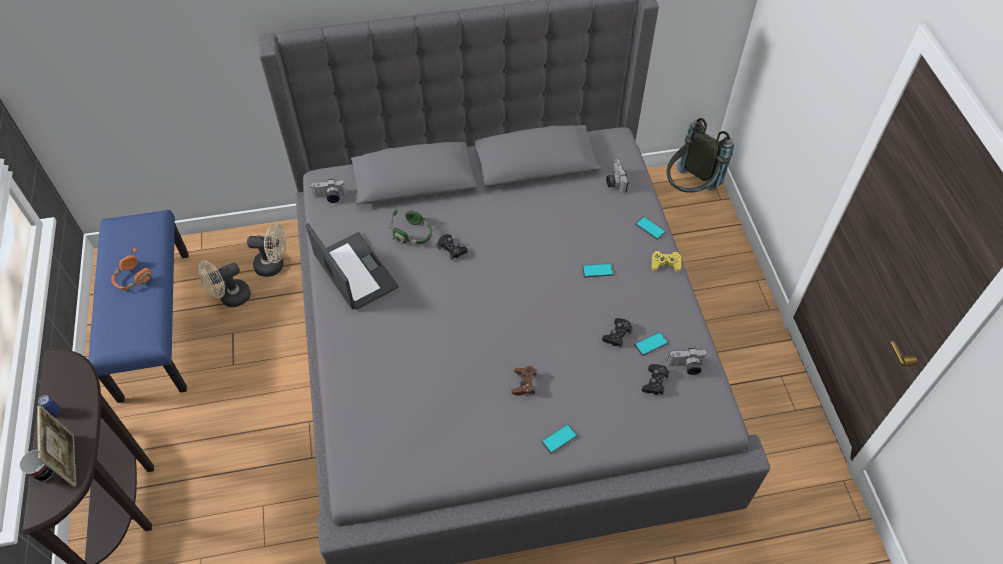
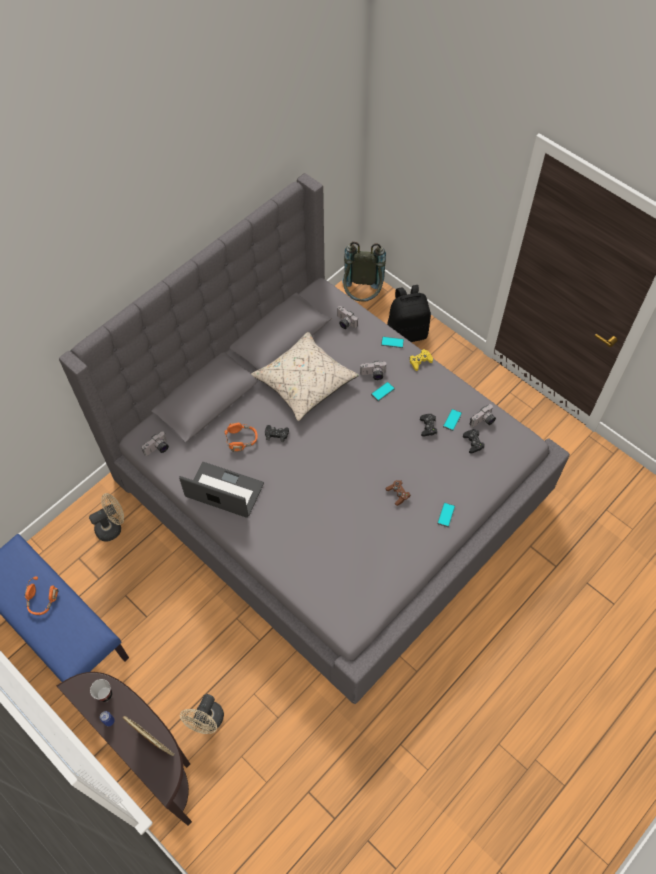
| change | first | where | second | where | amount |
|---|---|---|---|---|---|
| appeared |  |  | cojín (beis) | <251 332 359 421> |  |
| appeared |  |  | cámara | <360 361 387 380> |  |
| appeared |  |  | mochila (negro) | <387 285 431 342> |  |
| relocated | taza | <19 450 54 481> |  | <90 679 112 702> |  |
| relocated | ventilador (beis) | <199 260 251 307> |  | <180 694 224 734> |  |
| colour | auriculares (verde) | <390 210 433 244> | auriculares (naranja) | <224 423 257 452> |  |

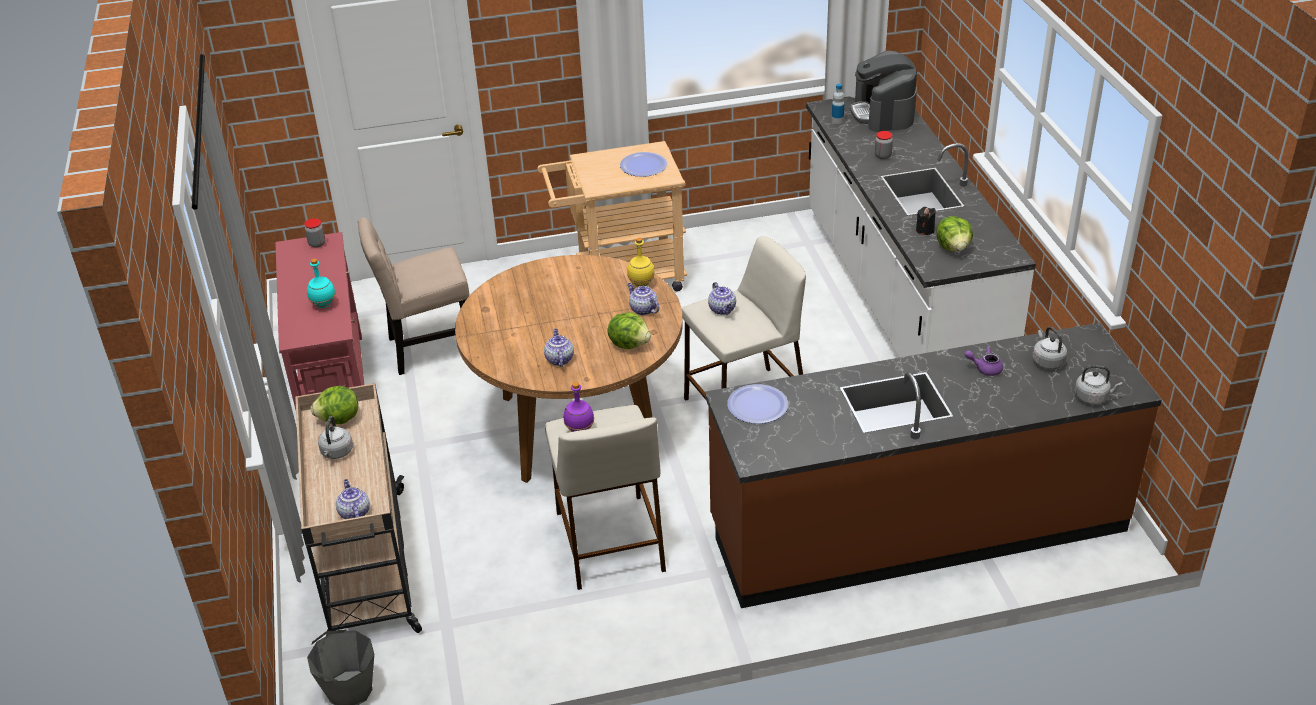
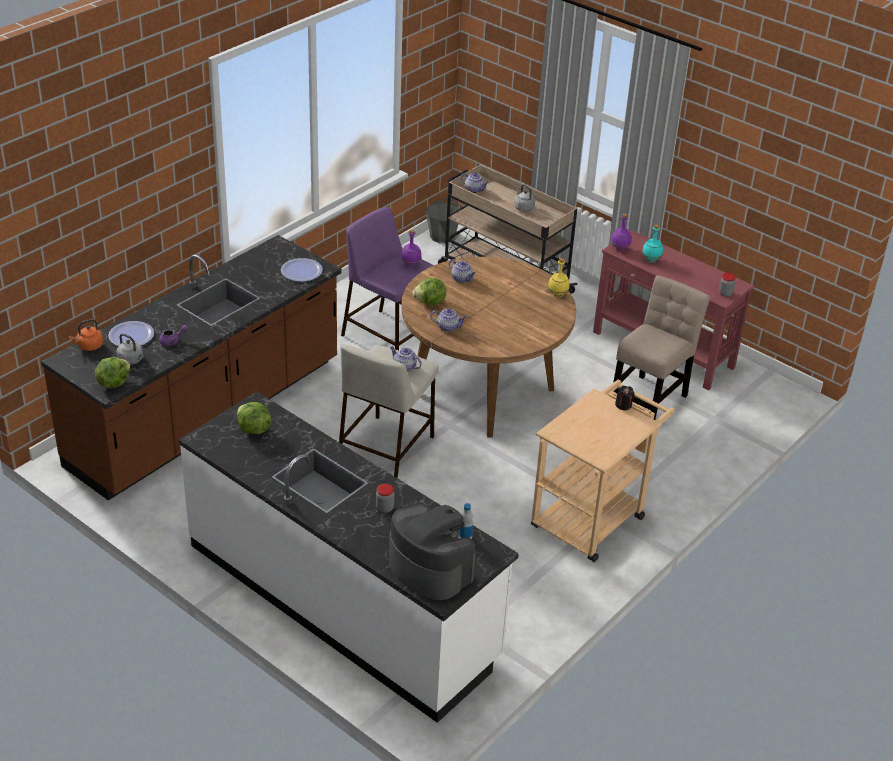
| change | first | where | second | where | amount |
|---|---|---|---|---|---|
| appeared |  |  | botella (morado) | <611 214 632 251> |  |
| relocated | lechuga | <311 386 358 424> |  | <95 357 130 388> |  |
| relocated | plato | <620 152 667 177> |  | <108 321 154 346> |  |
| relocated | botella (amarillo) | <627 238 655 287> |  | <548 258 570 297> |  |
| relocated | vela (negro) | <916 207 936 235> |  | <615 386 635 410> |  |
| colour | taburete (beis) | <545 405 666 590> | taburete (morado) | <341 207 434 350> |  |
| colour | hervidor (gris) | <1075 365 1122 405> | hervidor (naranja) | <69 319 103 351> |  |

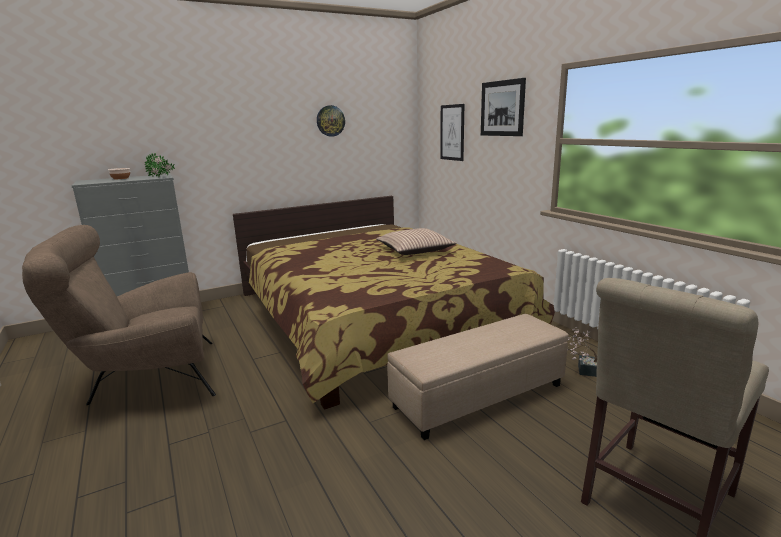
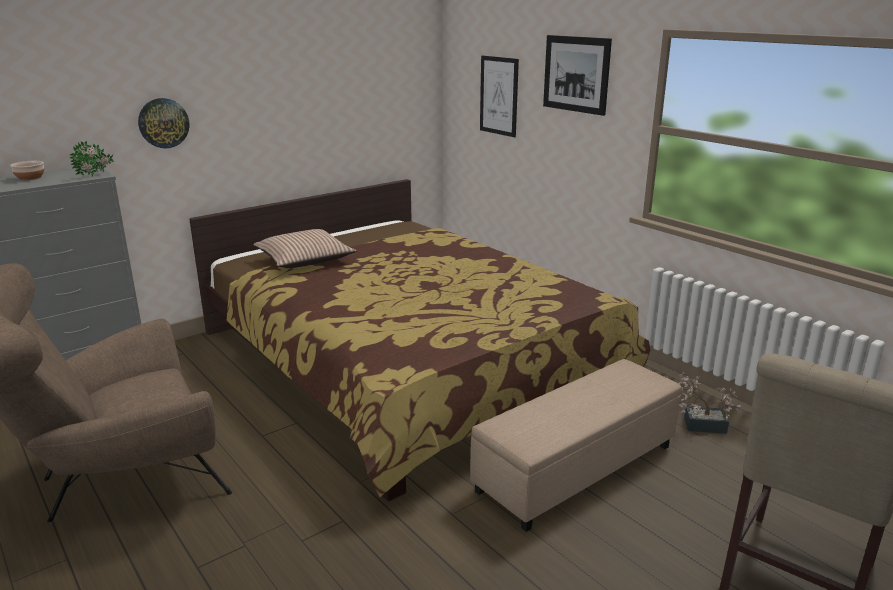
| change | first | where | second | where | amount |
|---|---|---|---|---|---|
| relocated | reloj de pared | <317 105 345 137> |  | <138 98 189 148> |  |
| relocated | cojín | <376 228 457 255> |  | <253 229 356 268> |  |

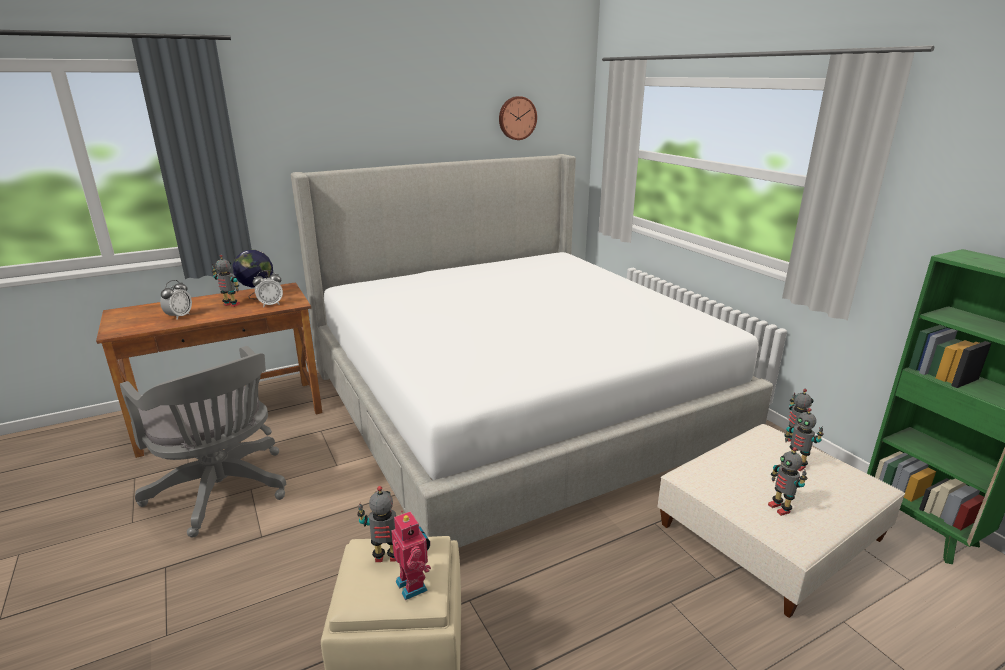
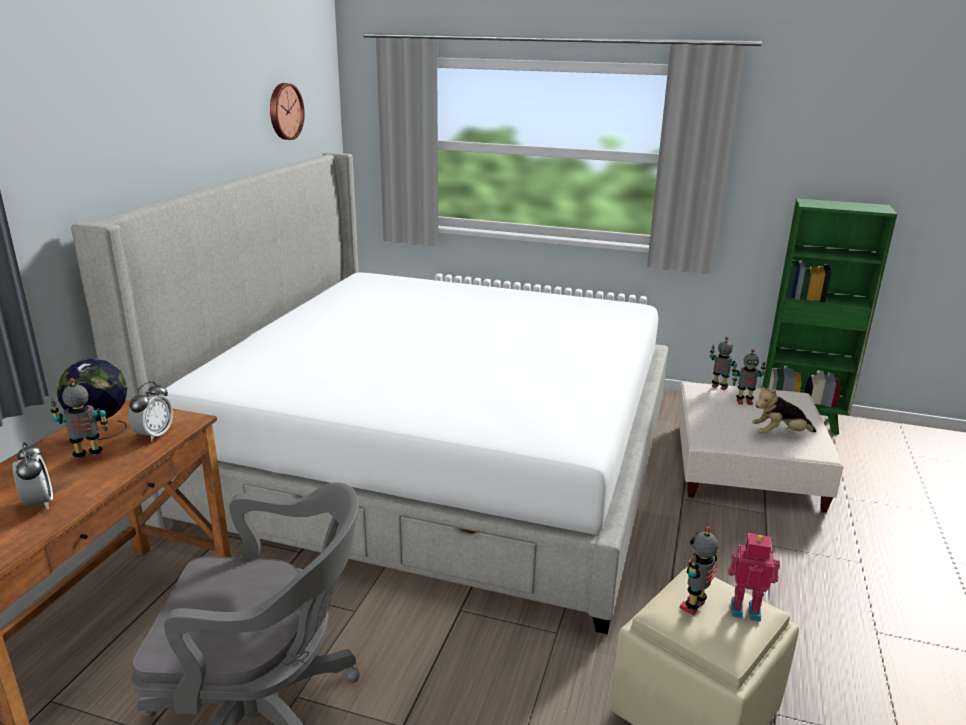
| change | first | where | second | where | amount |
|---|---|---|---|---|---|
| exchanged | robot de juguete | <768 447 807 516> | peluche | <752 385 816 434> |  |

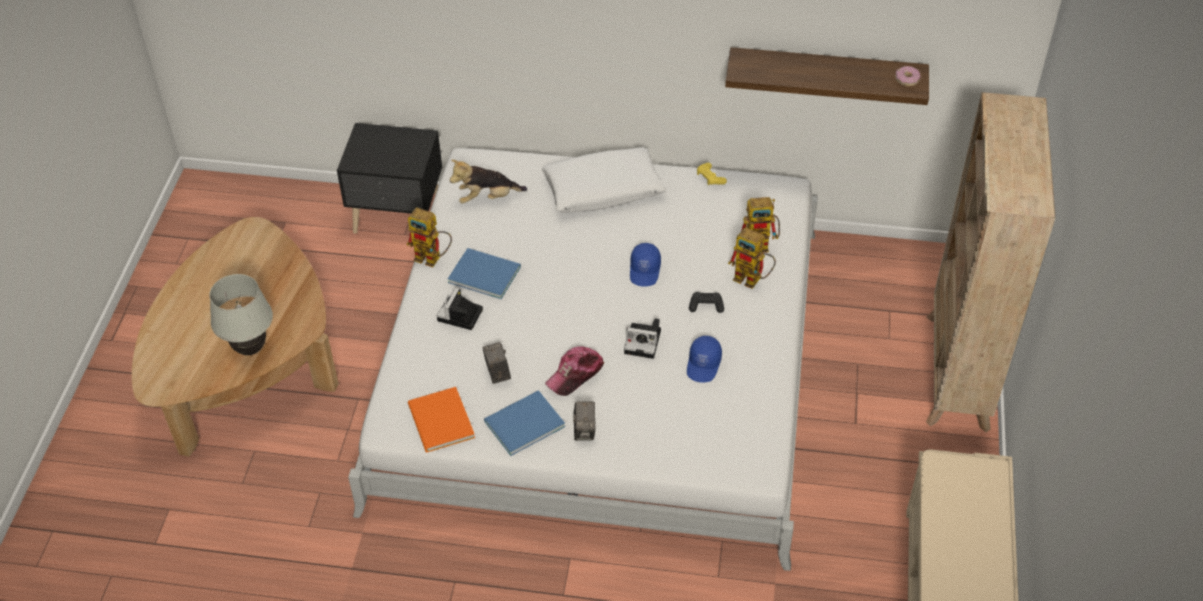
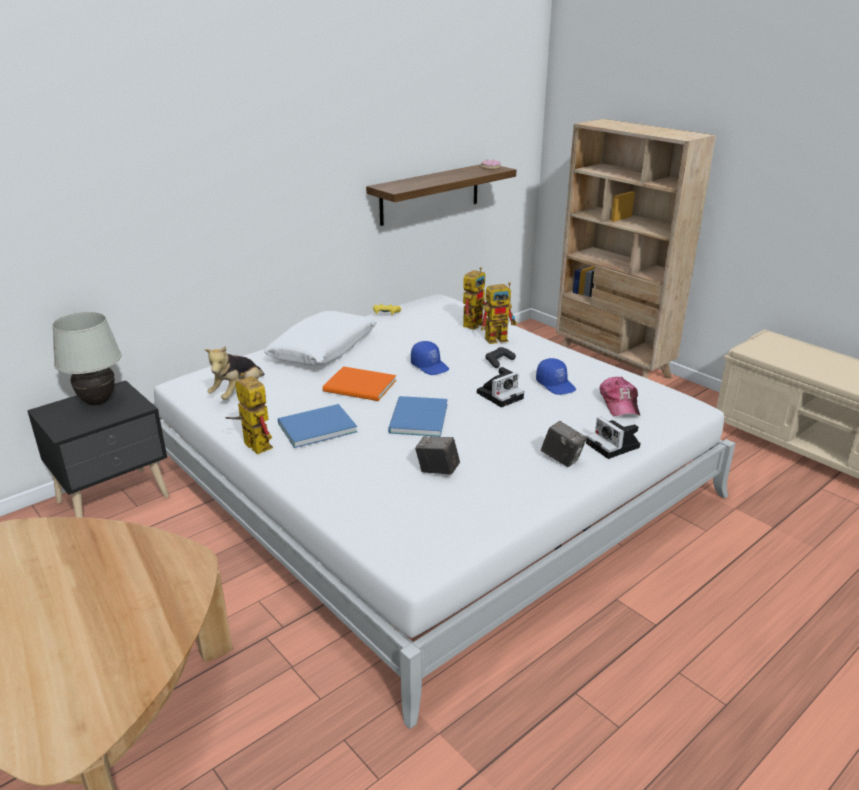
| change | first | where | second | where | amount |
|---|---|---|---|---|---|
| relocated | lámpara de mesa (blanco) | <209 274 273 355> |  | <52 312 122 405> |  |
| relocated | libro (naranja) | <408 387 475 452> |  | <323 366 396 401> |  |
| relocated | cámara | <437 287 483 330> |  | <586 417 640 459> |  |
| relocated | libro (azul) | <484 390 565 456> |  | <388 396 448 437> |  |
| relocated | gorra | <545 346 604 396> |  | <600 377 640 416> |  |
| spun | robot de juguete | <407 208 452 267> |  | <225 373 273 455> | 105 degrees counterclockwise |

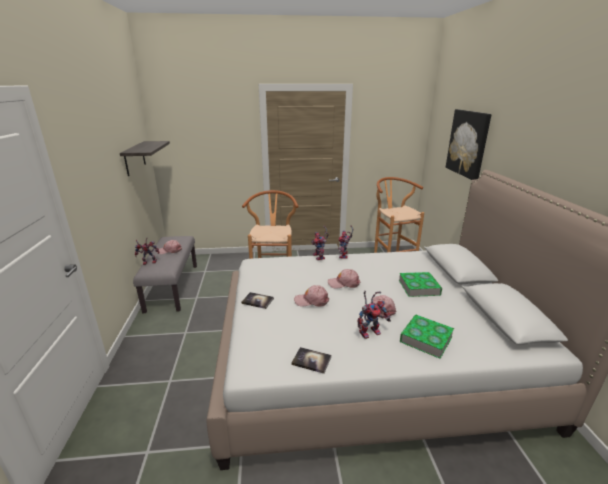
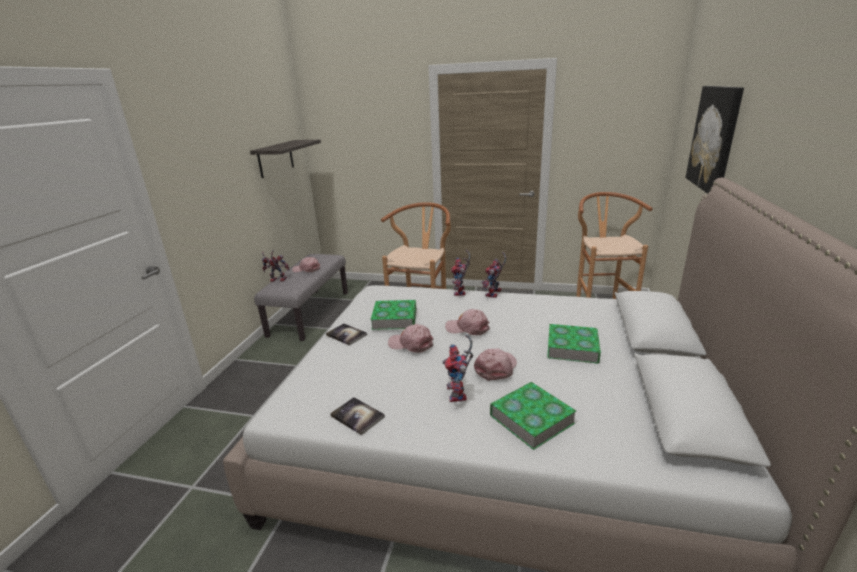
| change | first | where | second | where | amount |
|---|---|---|---|---|---|
| appeared |  |  | libro | <370 300 416 330> |  |
| spun | robot de juguete | <357 291 391 339> |  | <443 334 473 402> | 90 degrees clockwise |

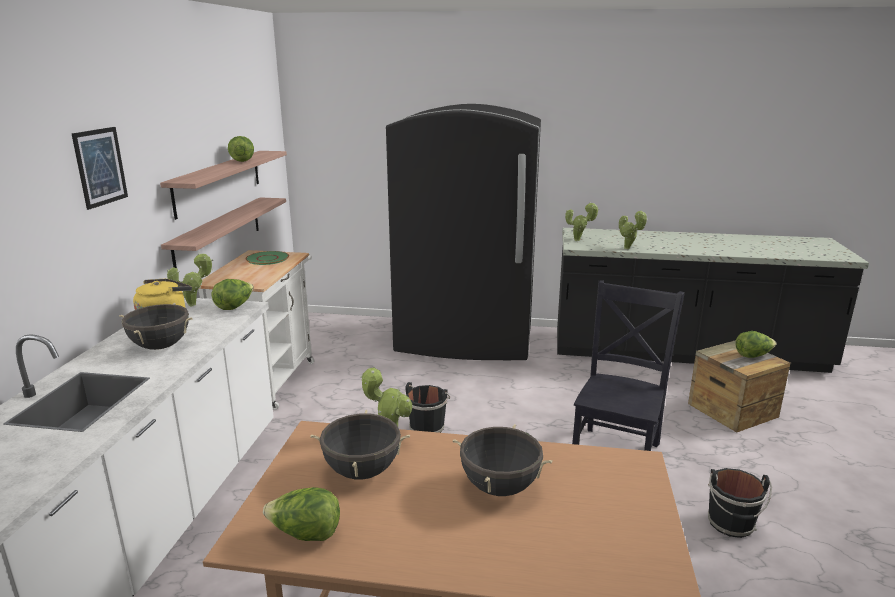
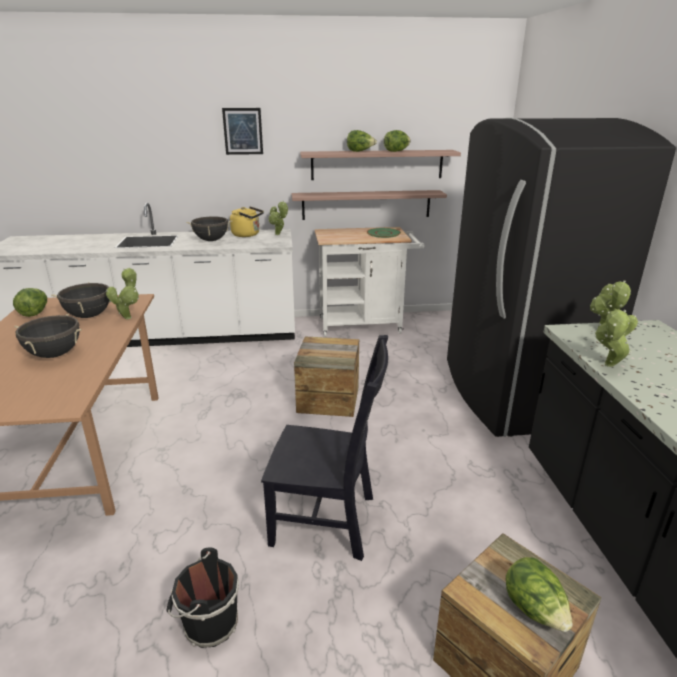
| change | first | where | second | where | amount |
|---|---|---|---|---|---|
| relocated | lechuga | <212 279 254 310> |  | <347 130 377 152> |  |
| exchanged | cubo (negro) | <405 382 450 433> | caja de embalaje | <294 336 359 417> |  |

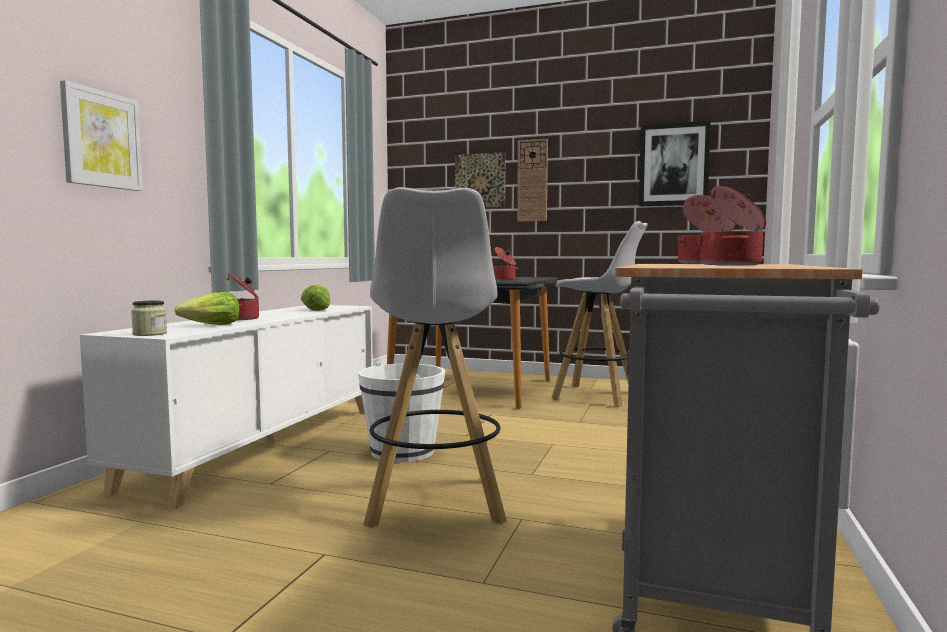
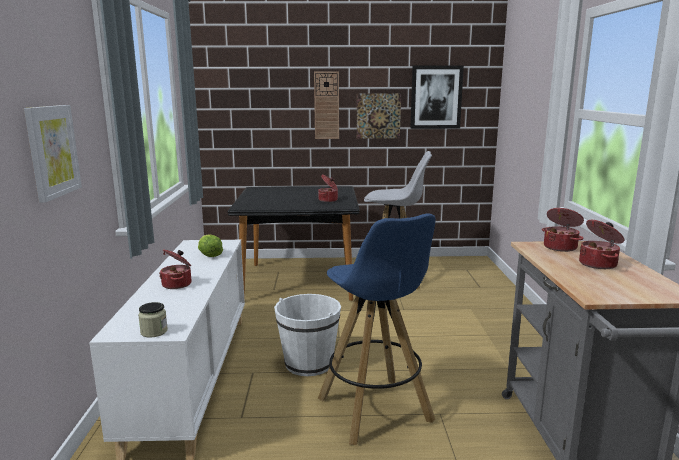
| change | first | where | second | where | amount |
|---|---|---|---|---|---|
| missing | lechuga | <174 292 239 325> |  |  |  |
| relocated | cuadro | <455 152 505 207> |  | <357 93 401 139> |  |
| colour | taburete (blanco) | <363 187 507 528> | taburete (azul) | <318 213 436 445> |  |

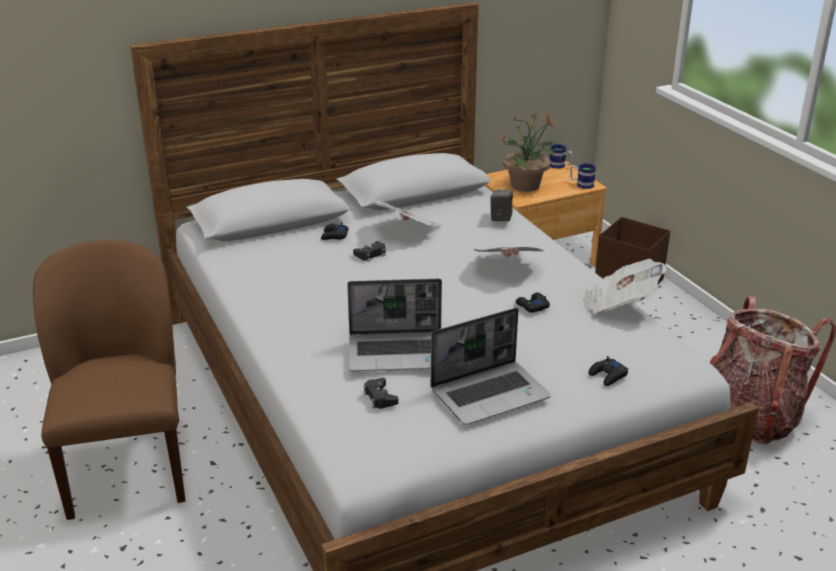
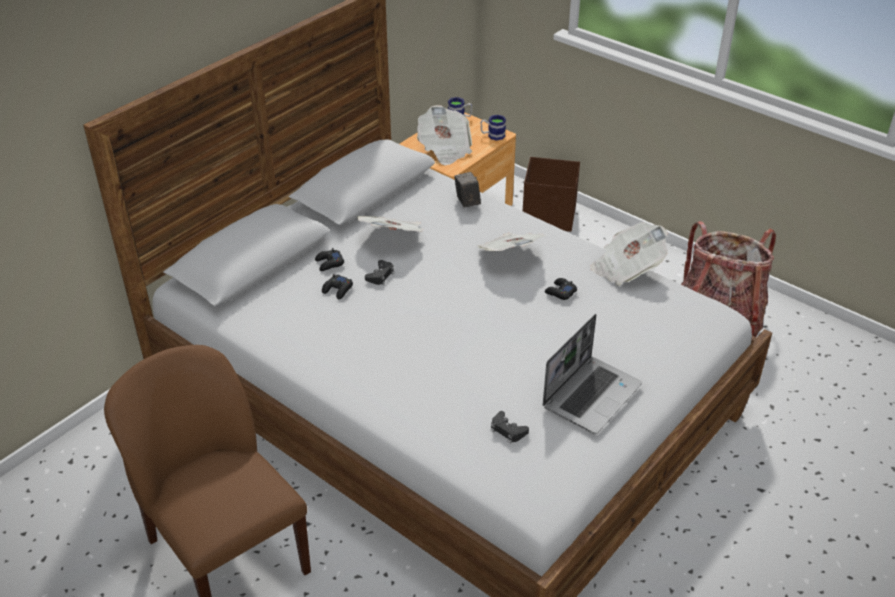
| change | first | where | second | where | amount |
|---|---|---|---|---|---|
| missing | portátil | <347 279 442 371> |  |  |  |
| relocated | mando de consola (negro) | <588 356 628 386> |  | <322 274 353 299> |  |
| exchanged | planta en maceta | <499 114 555 192> | periódico | <417 105 472 166> |  |

